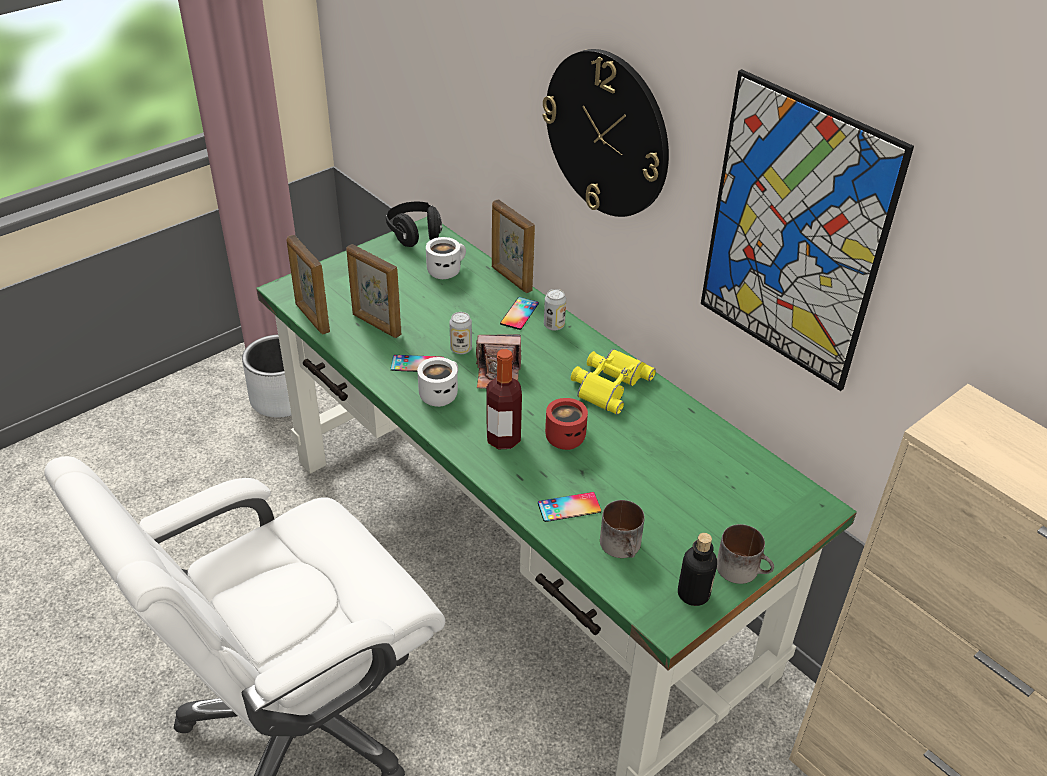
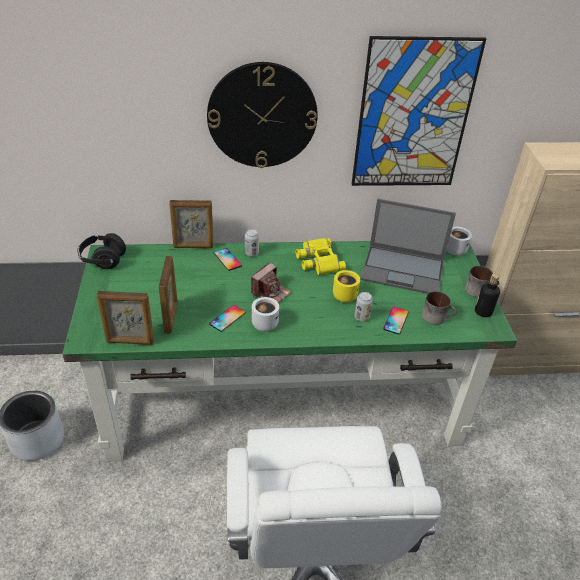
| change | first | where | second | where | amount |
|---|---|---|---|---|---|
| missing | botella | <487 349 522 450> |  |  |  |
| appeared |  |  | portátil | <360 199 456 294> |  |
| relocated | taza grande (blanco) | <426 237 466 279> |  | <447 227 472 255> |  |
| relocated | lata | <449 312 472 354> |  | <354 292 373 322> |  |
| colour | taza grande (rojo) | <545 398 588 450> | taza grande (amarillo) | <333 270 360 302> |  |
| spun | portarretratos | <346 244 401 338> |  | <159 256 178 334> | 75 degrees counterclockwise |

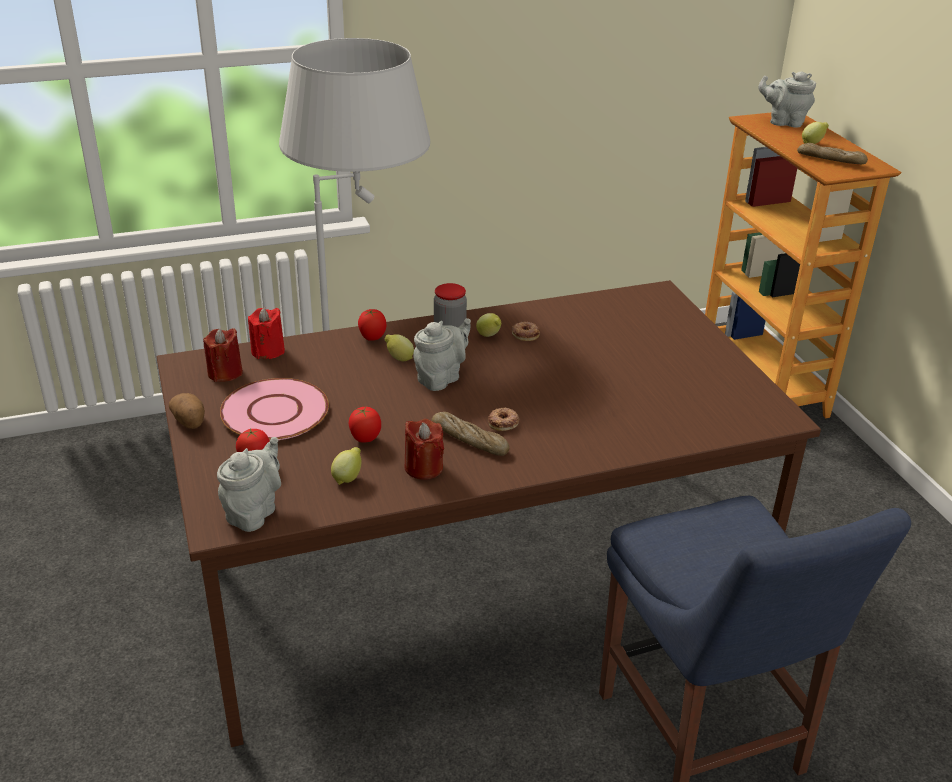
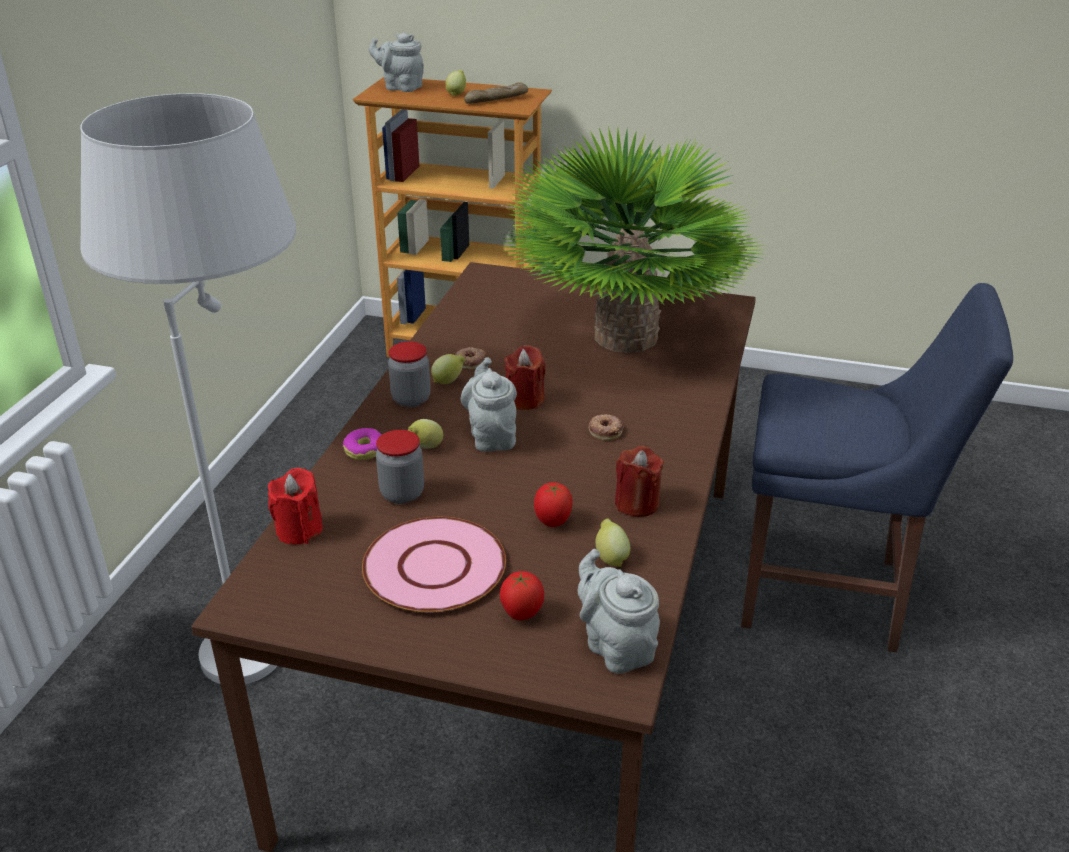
| change | first | where | second | where | amount |
|---|---|---|---|---|---|
| missing | patata | <169 393 205 429> |  |  |  |
| missing | pan | <432 412 509 456> |  |  |  |
| appeared |  |  | tarro | <376 430 424 504> |  |
| appeared |  |  | planta en maceta | <501 126 765 353> |  |
| relocated | vela (rojo) | <203 328 243 382> |  | <504 345 545 410> |  |
| exchanged | tomate | <358 309 386 341> | rosquilla | <343 428 382 460> |  |
| spun | tetera (gris) | <758 71 816 128> |  | <369 32 424 92> | 60 degrees clockwise |

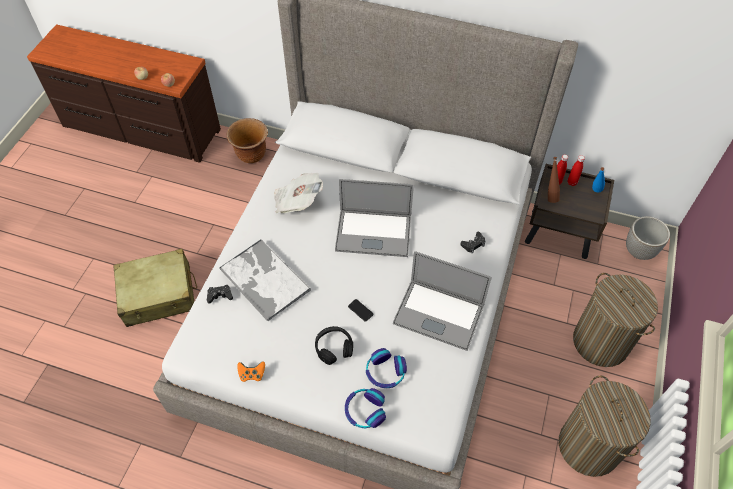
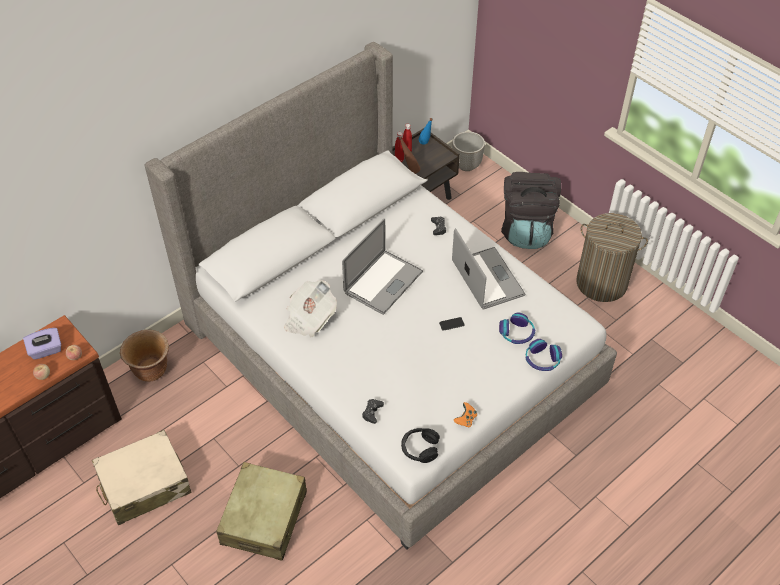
| change | first | where | second | where | amount |
|---|---|---|---|---|---|
| missing | bandeja | <219 239 311 322> |  |  |  |
| appeared |  |  | caja de pañuelos (morado) | <23 328 61 360> |  |
| appeared |  |  | maleta (beis) | <92 430 192 526> |  |
| relocated | auriculares (negro) | <315 326 353 365> |  | <401 428 440 463> |  |
| exchanged | cesto de la ropa | <573 273 658 367> | mochila (negro) | <501 172 561 249> |  |
| spun | portátil | <393 251 492 351> |  | <452 228 525 310> | 75 degrees counterclockwise |

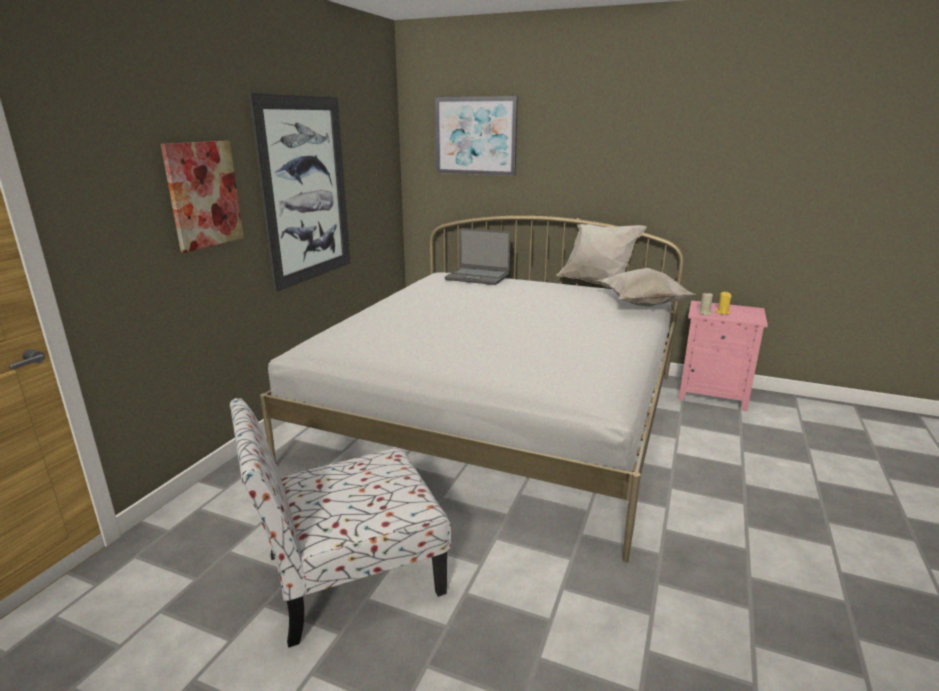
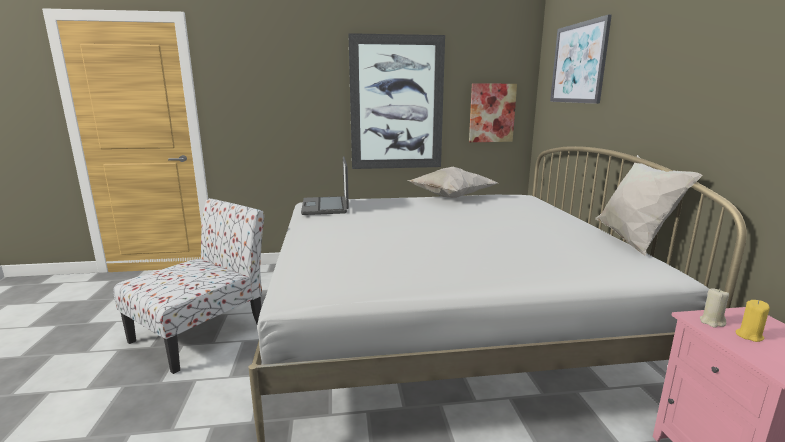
| change | first | where | second | where | amount |
|---|---|---|---|---|---|
| relocated | cuadro | <161 141 244 253> |  | <469 84 517 142> |  |
| relocated | portátil | <445 228 511 285> |  | <301 156 349 215> |  |
| relocated | cojín (blanco) | <597 268 694 307> |  | <408 167 497 198> |  |
| spun | silla | <230 398 451 648> |  | <113 198 264 374> | 90 degrees clockwise |

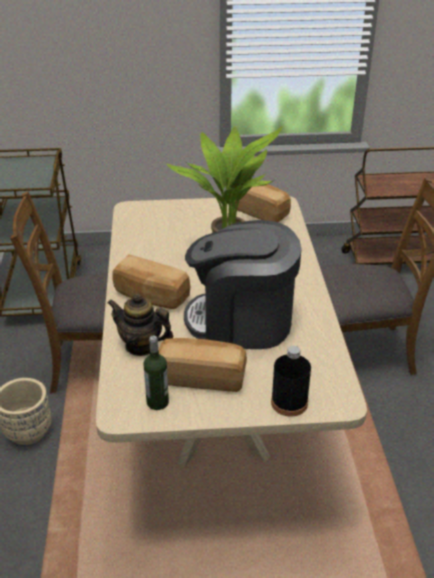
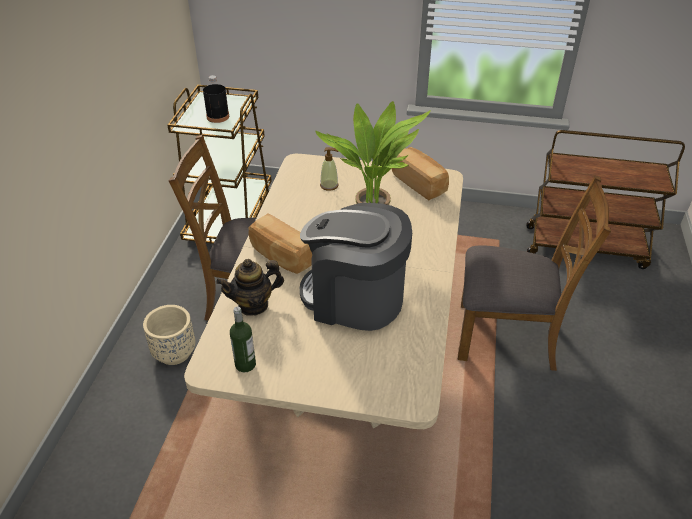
| change | first | where | second | where | amount |
|---|---|---|---|---|---|
| missing | pan | <159 338 247 392> |  |  |  |
| appeared |  |  | dispensador de jabón | <320 147 338 191> |  |
| relocated | botella (negro) | <271 346 311 416> |  | <203 75 229 123> |  |
| spun | tetera | <107 293 173 356> |  | <216 259 284 316> | 60 degrees counterclockwise |

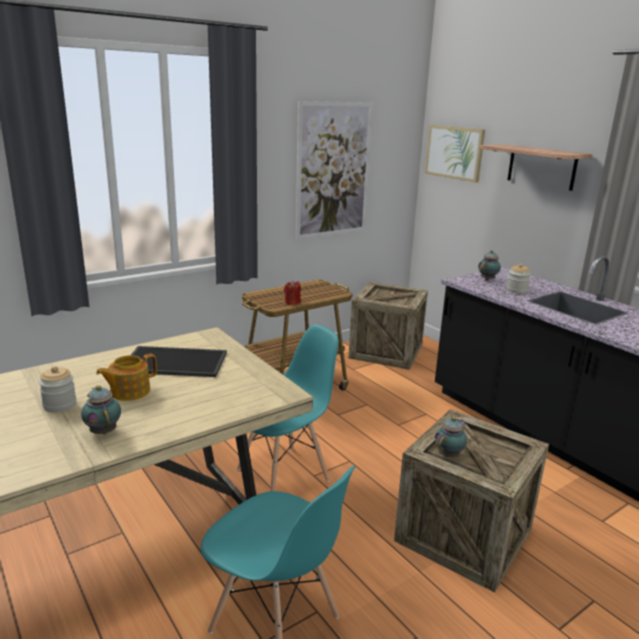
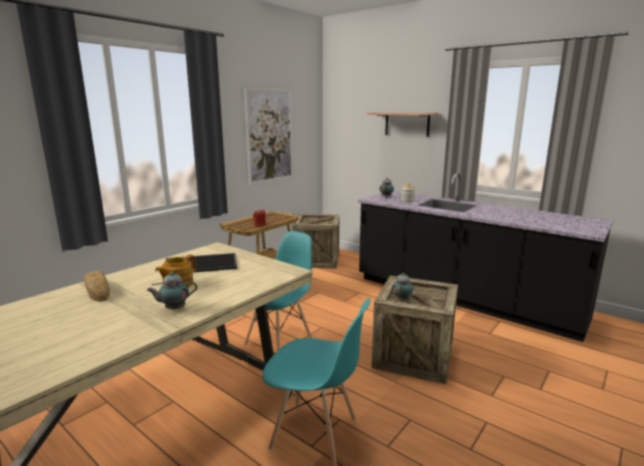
| change | first | where | second | where | amount |
|---|---|---|---|---|---|
| missing | tarro | <39 366 77 412> |  |  |  |
| missing | cuadro | <425 125 485 183> |  |  |  |
| appeared |  |  | pan | <84 271 110 302> |  |
| spun | tetera | <81 385 121 435> |  | <146 272 197 310> | 60 degrees counterclockwise |

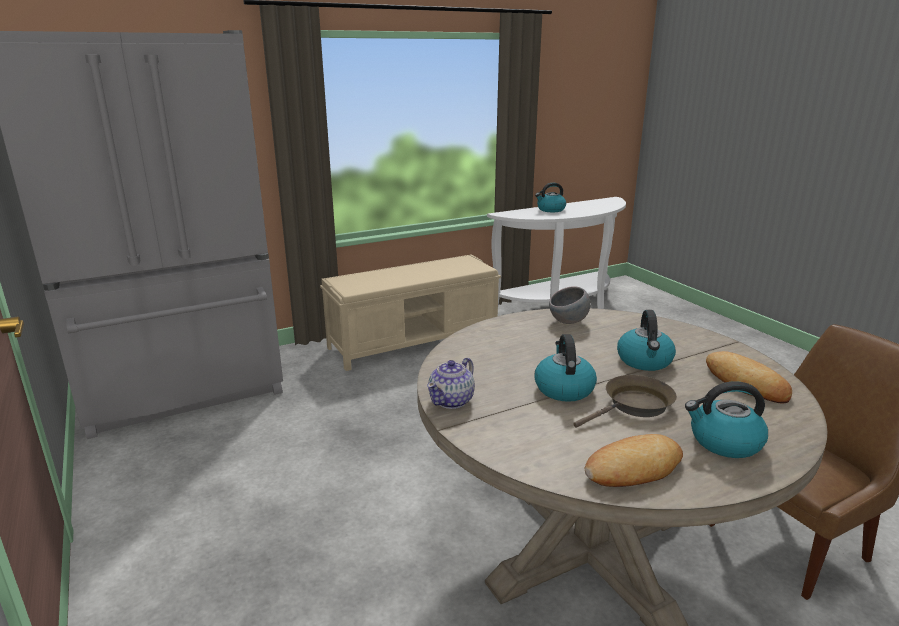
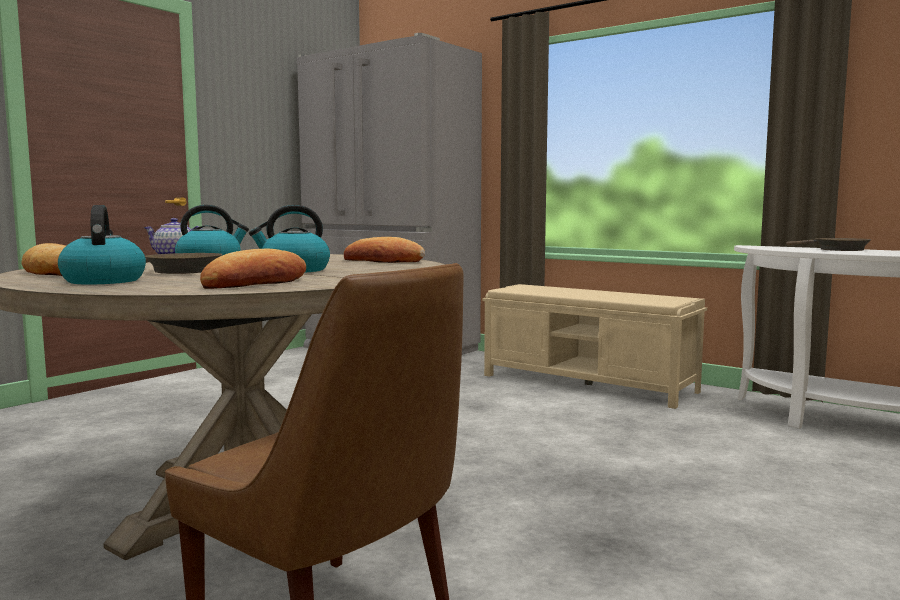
| change | first | where | second | where | amount |
|---|---|---|---|---|---|
| exchanged | hervidor | <535 182 566 212> | sartén (marrón) | <786 238 872 251> |  |
| exchanged | cuenco (gris) | <549 286 591 324> | pan | <344 237 425 263> |  |

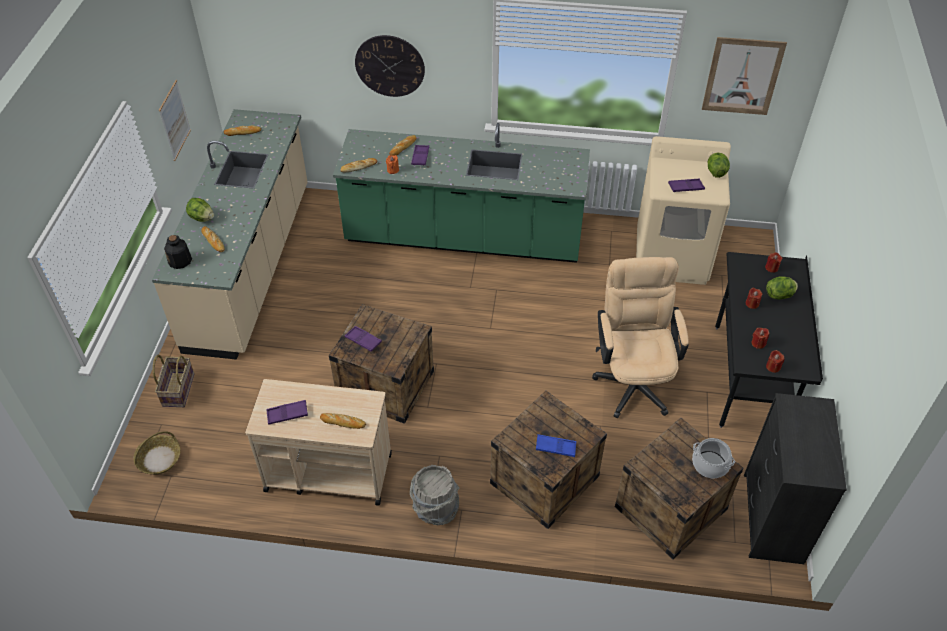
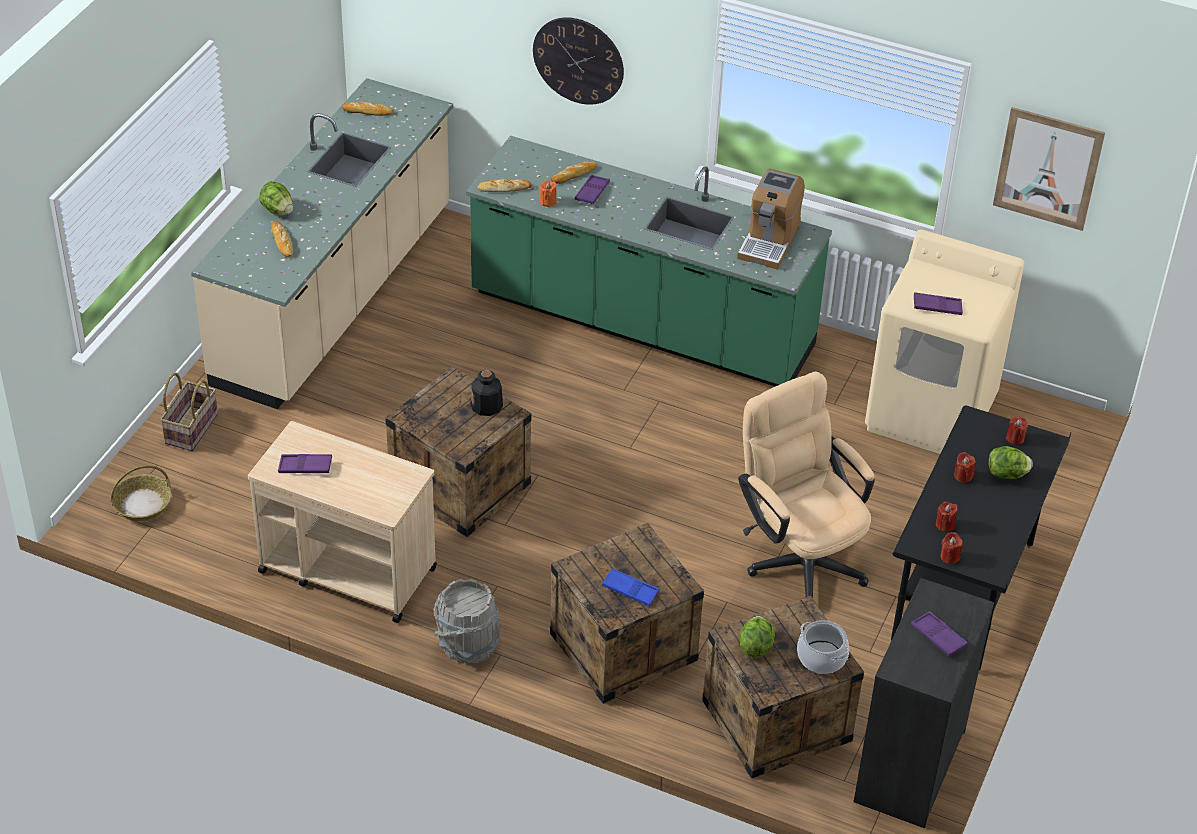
| change | first | where | second | where | amount |
|---|---|---|---|---|---|
| missing | cuadro | <159 80 191 161> |  |  |  |
| missing | pan | <320 413 366 429> |  |  |  |
| appeared |  |  | cafetera | <737 168 805 270> |  |
| relocated | botella | <164 235 192 269> |  | <470 370 503 416> |  |
| relocated | bandeja (morado) | <345 326 382 352> |  | <911 611 968 656> |  |
| relocated | lechuga | <708 153 730 178> |  | <739 616 775 658> |  |
| spun | silla de oficina (beis) | <592 257 689 419> |  | <738 372 875 598> | 45 degrees counterclockwise |

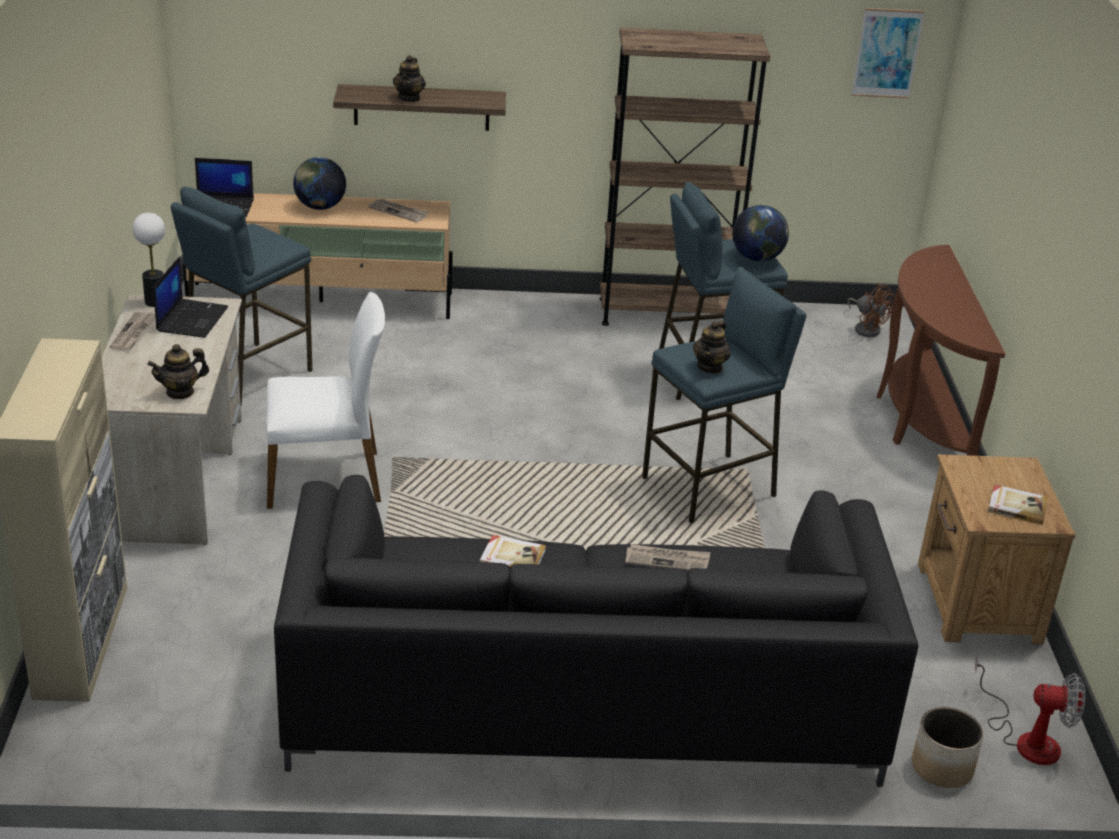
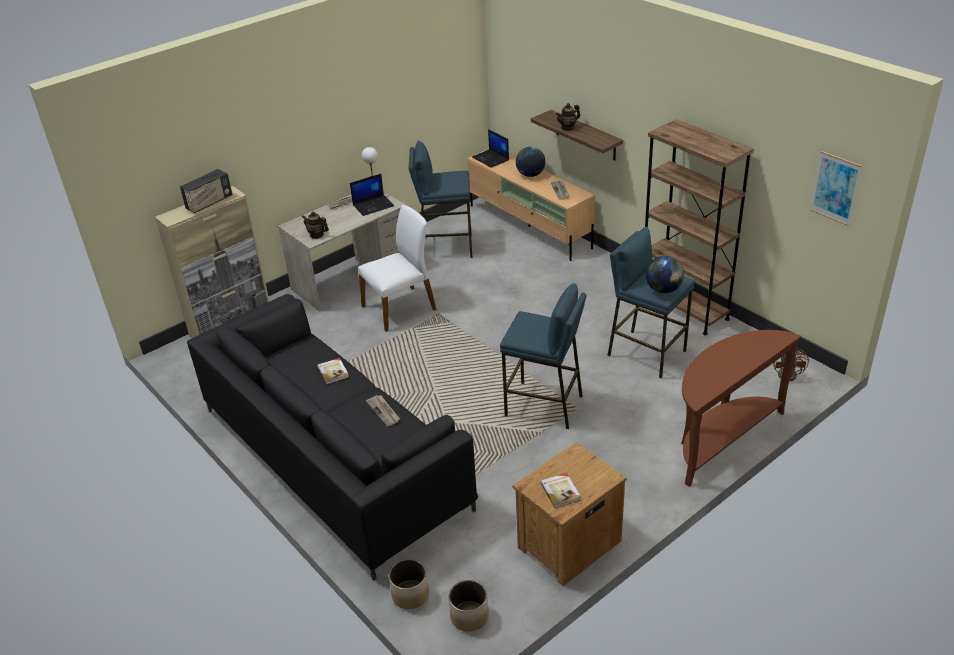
| change | first | where | second | where | amount |
|---|---|---|---|---|---|
| missing | tetera | <693 320 731 374> |  |  |  |
| appeared |  |  | radio | <180 169 232 213> |  |
| exchanged | ventilador | <975 655 1085 765> | maceta | <449 580 489 631> |  |
| spun | silla (blanco) | <266 292 385 509> |  | <358 205 437 332> | 75 degrees counterclockwise |

